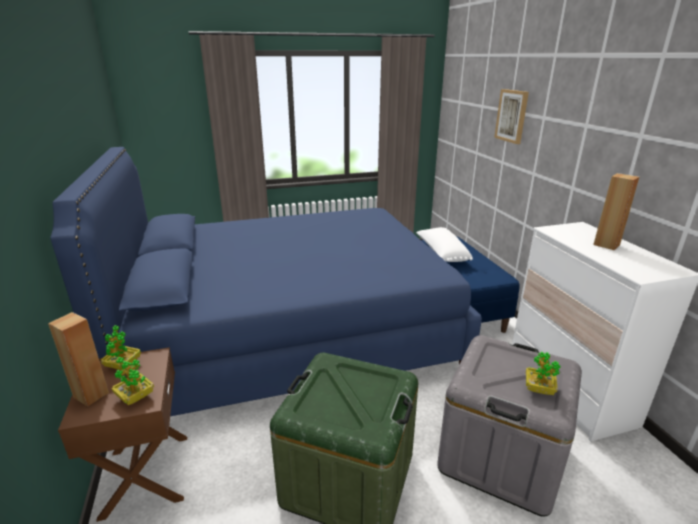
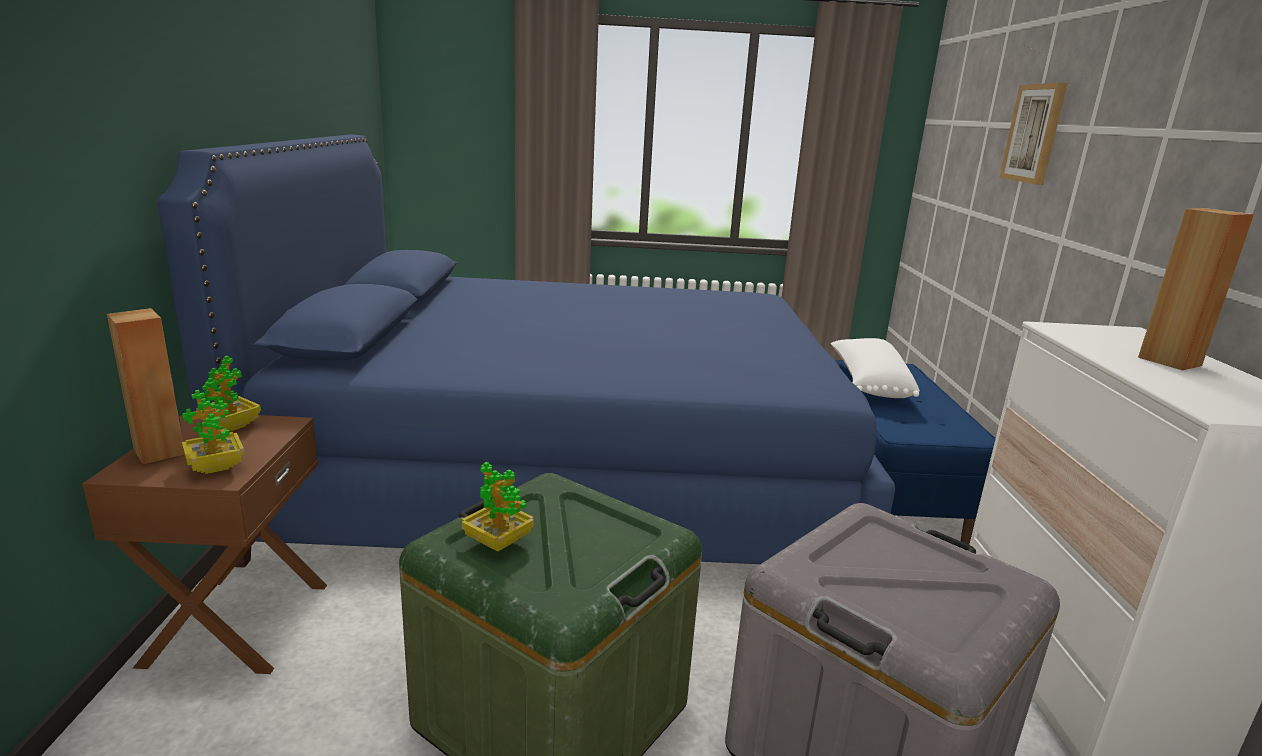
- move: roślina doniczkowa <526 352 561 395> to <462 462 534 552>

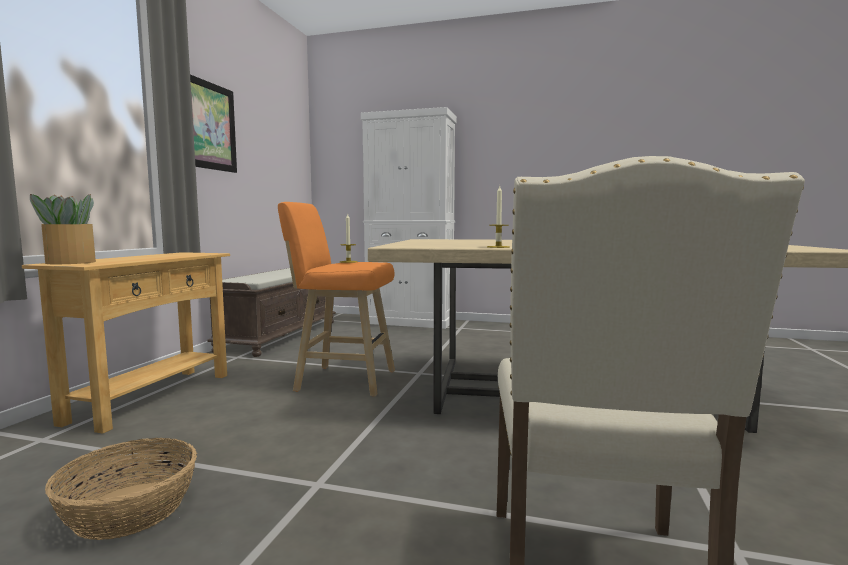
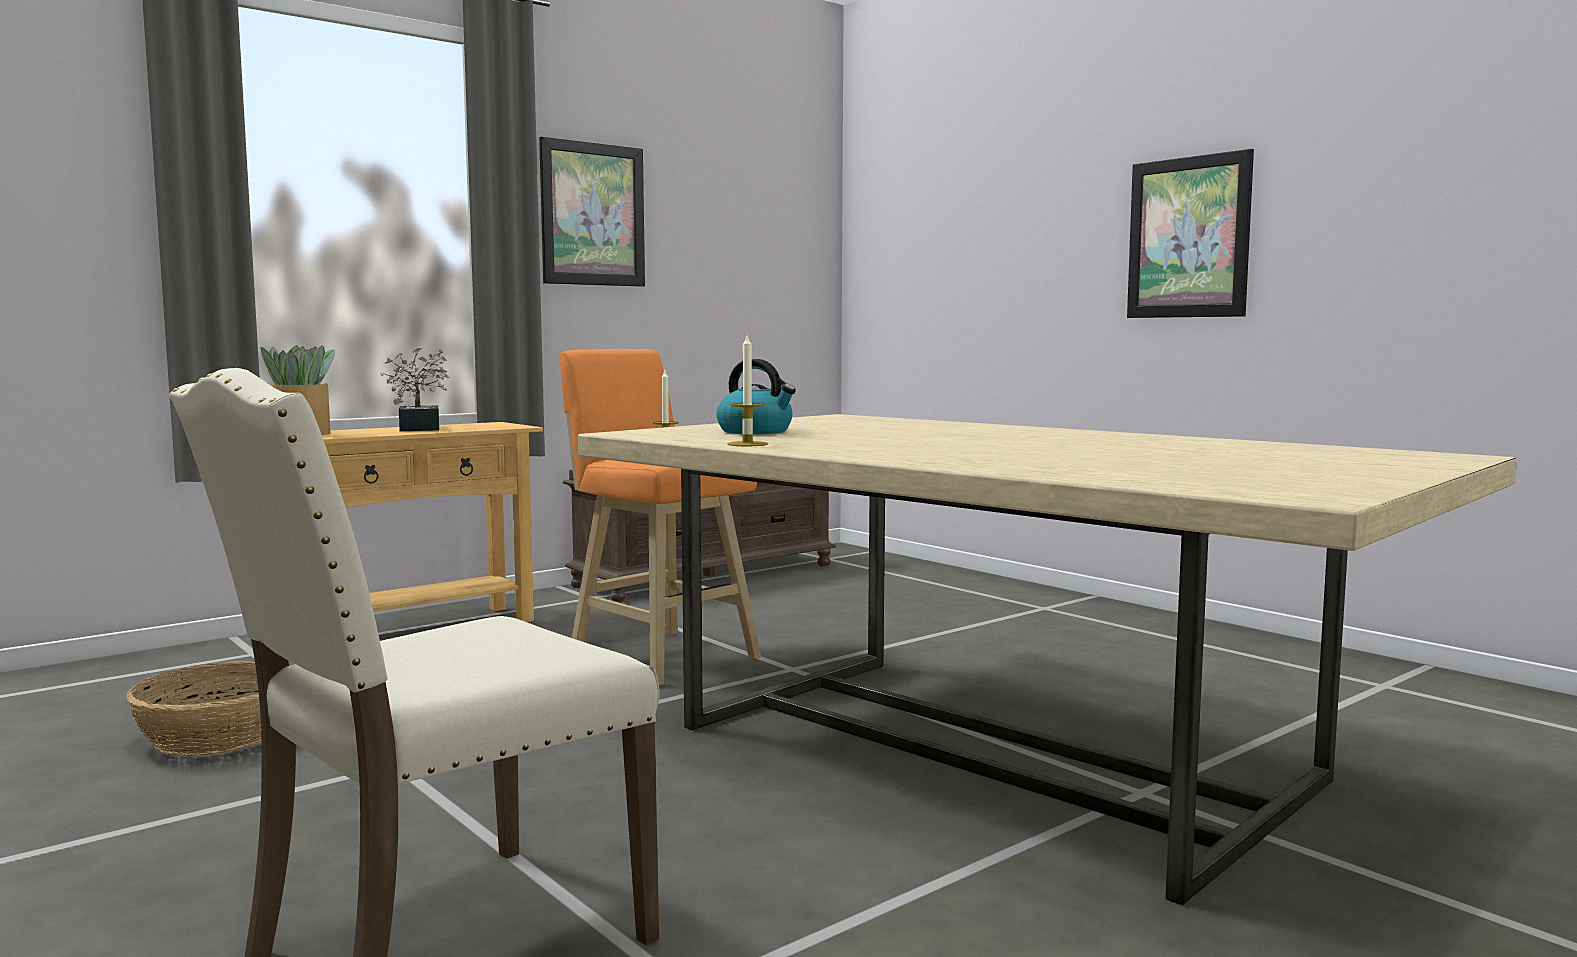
- delete: szafka [biały] <361 107 457 329>
- insert: roślina doniczkowa <381 346 450 431>
- insert: czajnik <716 359 796 434>
- insert: obraz <1127 149 1254 318>

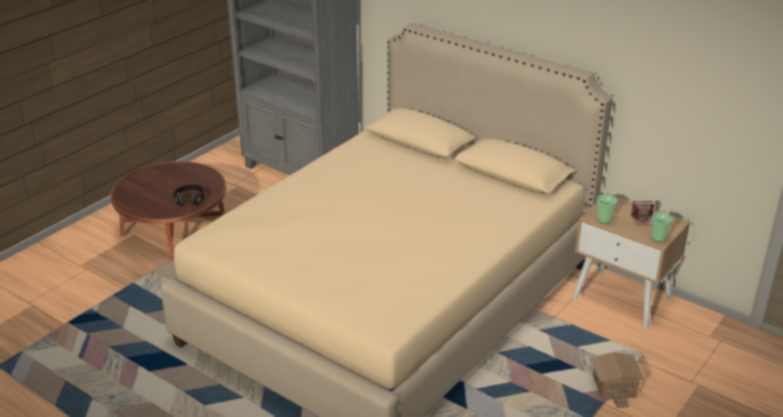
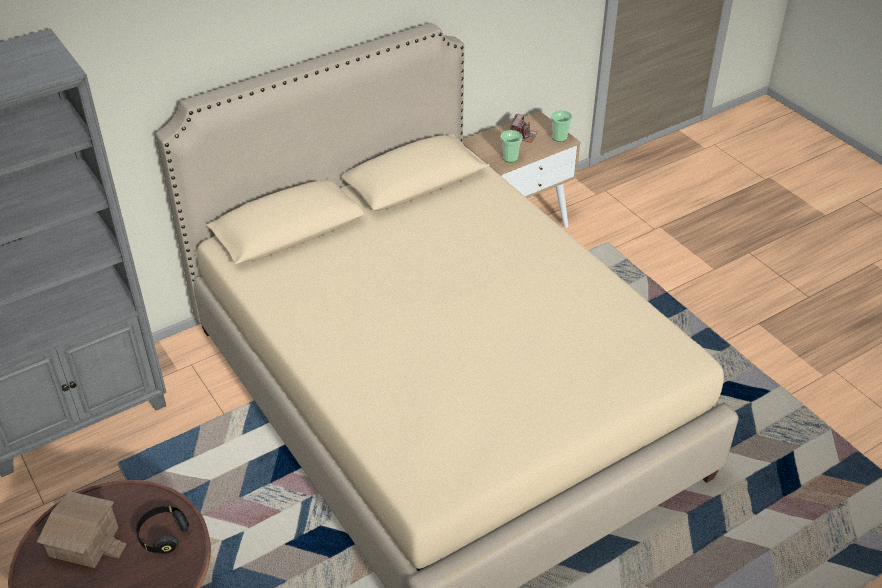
- move: domek <591 352 644 408> to <37 491 127 568>

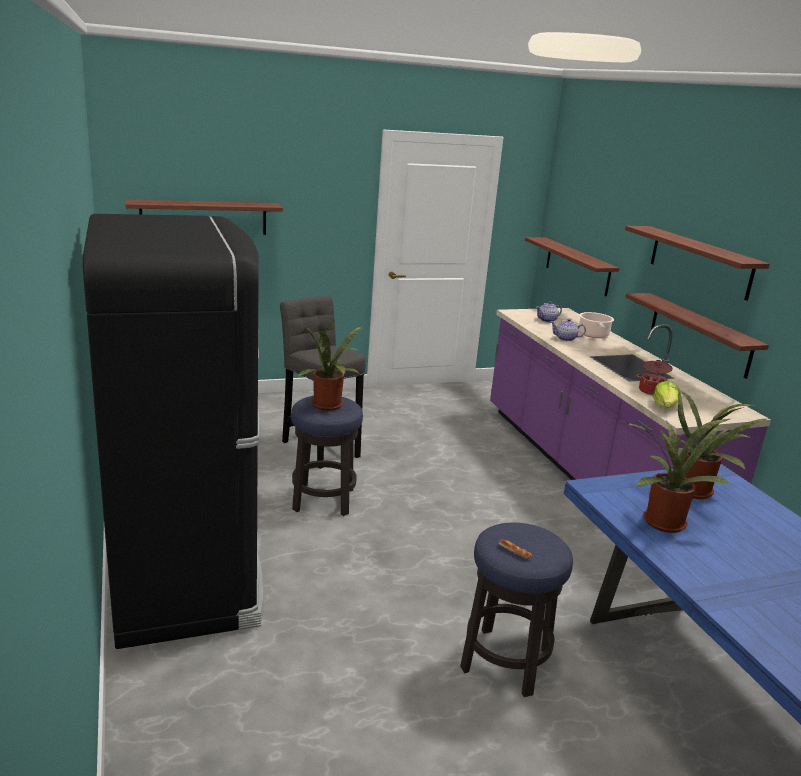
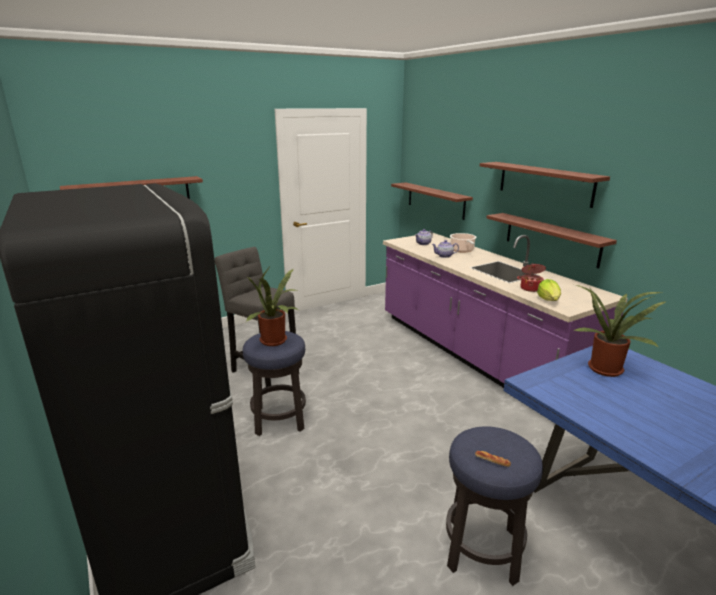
- delete: roślina doniczkowa <624 419 733 533>

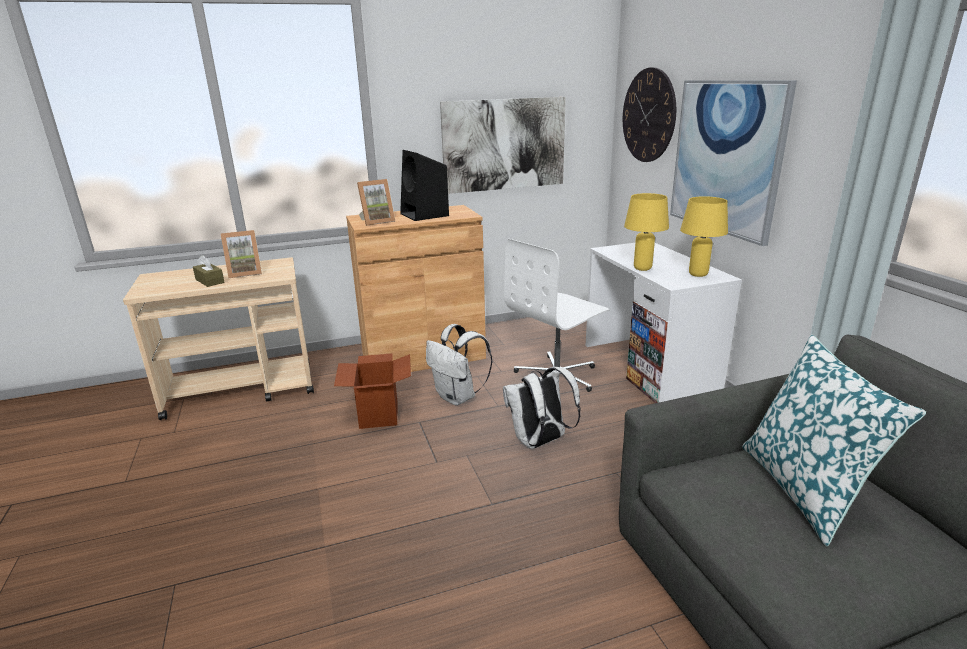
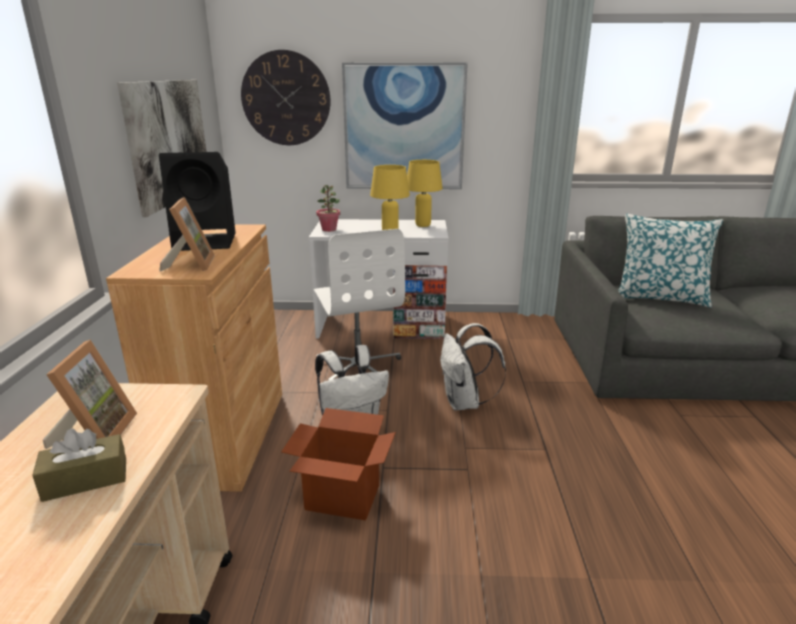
- insert: roślina doniczkowa <316 185 340 232>

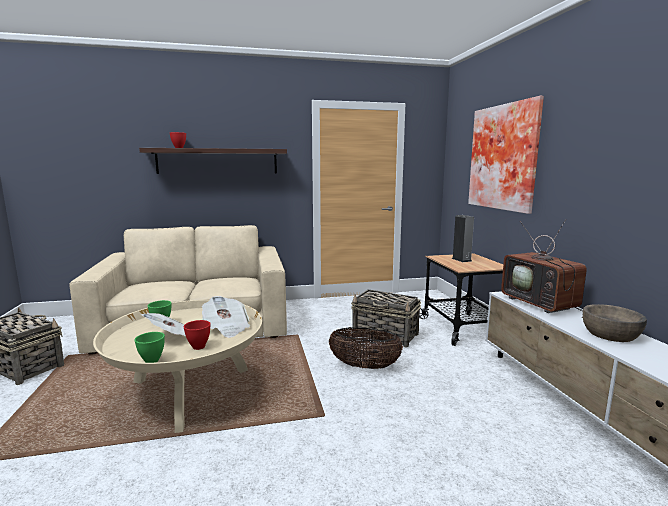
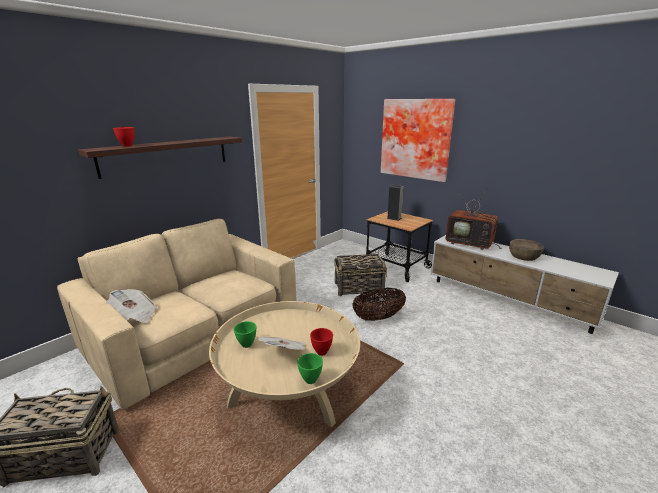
- move: gazeta <202 296 250 338> to <106 289 157 323>

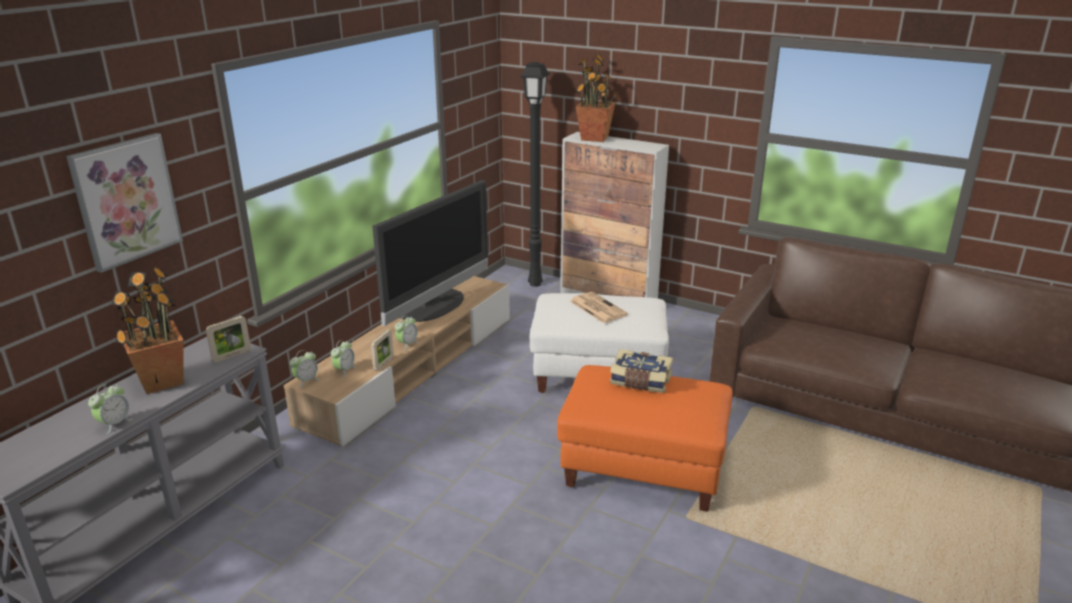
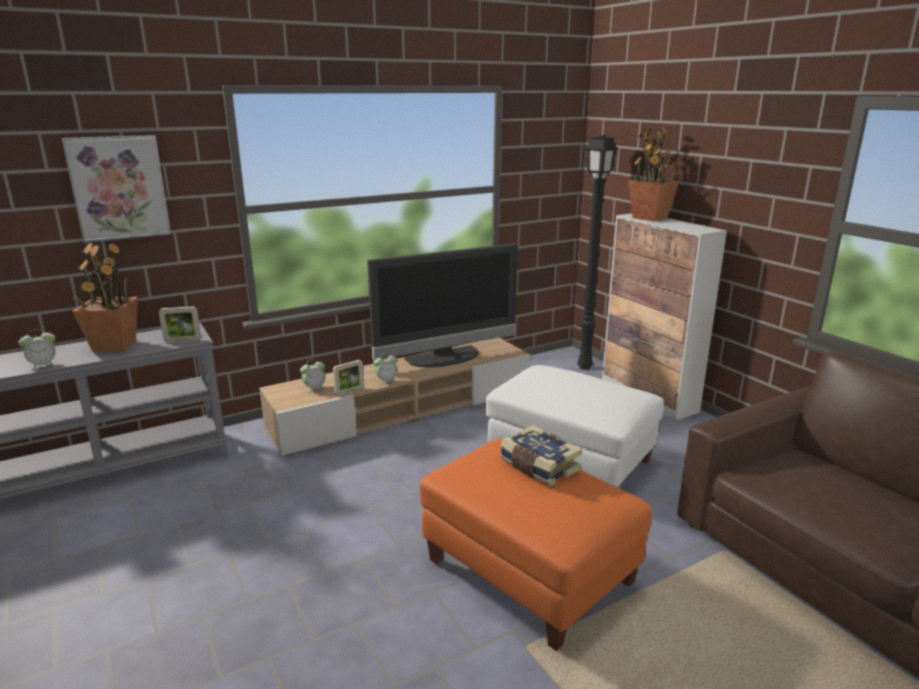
- delete: budzik <290 350 319 388>
- delete: gazeta <570 292 628 323>

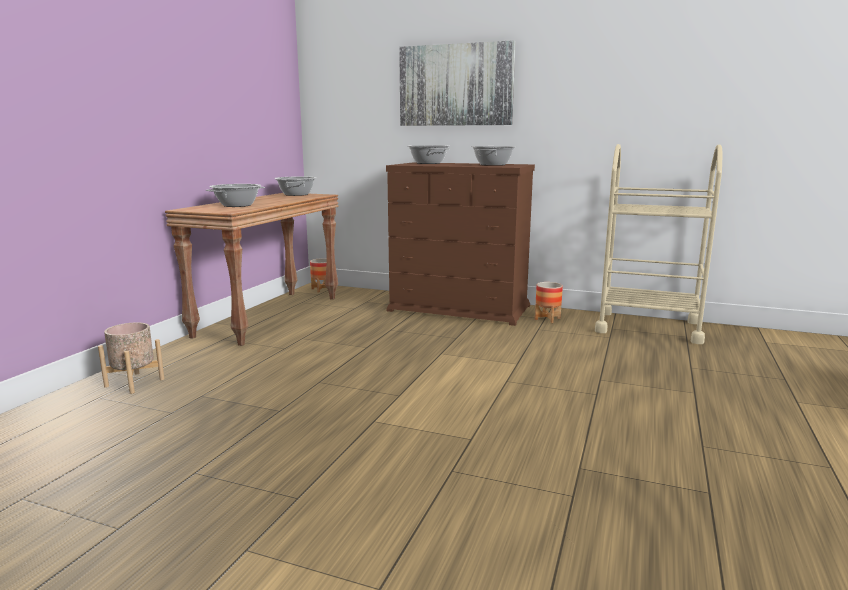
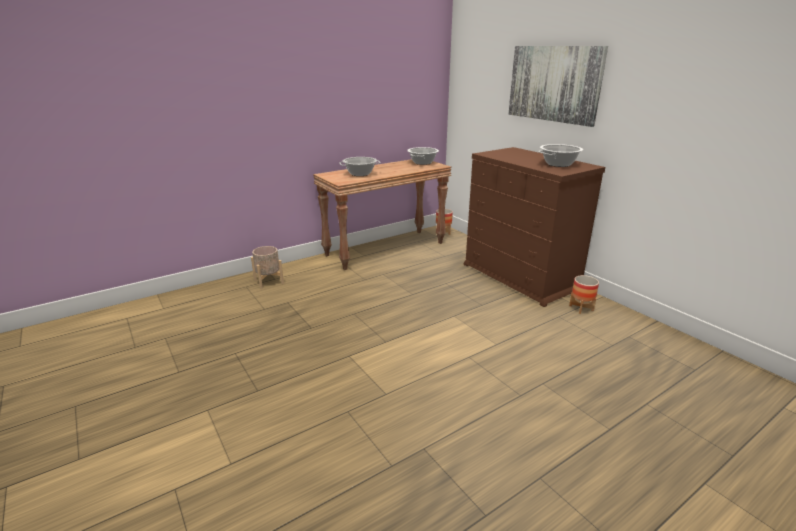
- delete: garnek <408 145 449 164>
- delete: wózek [beżowy] <595 144 723 344>

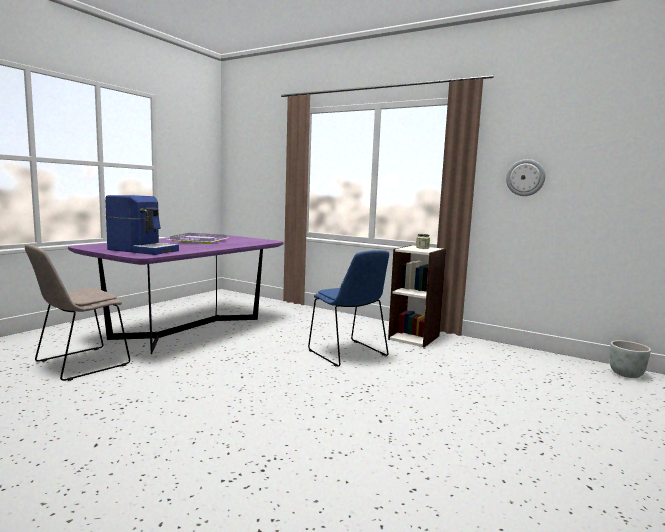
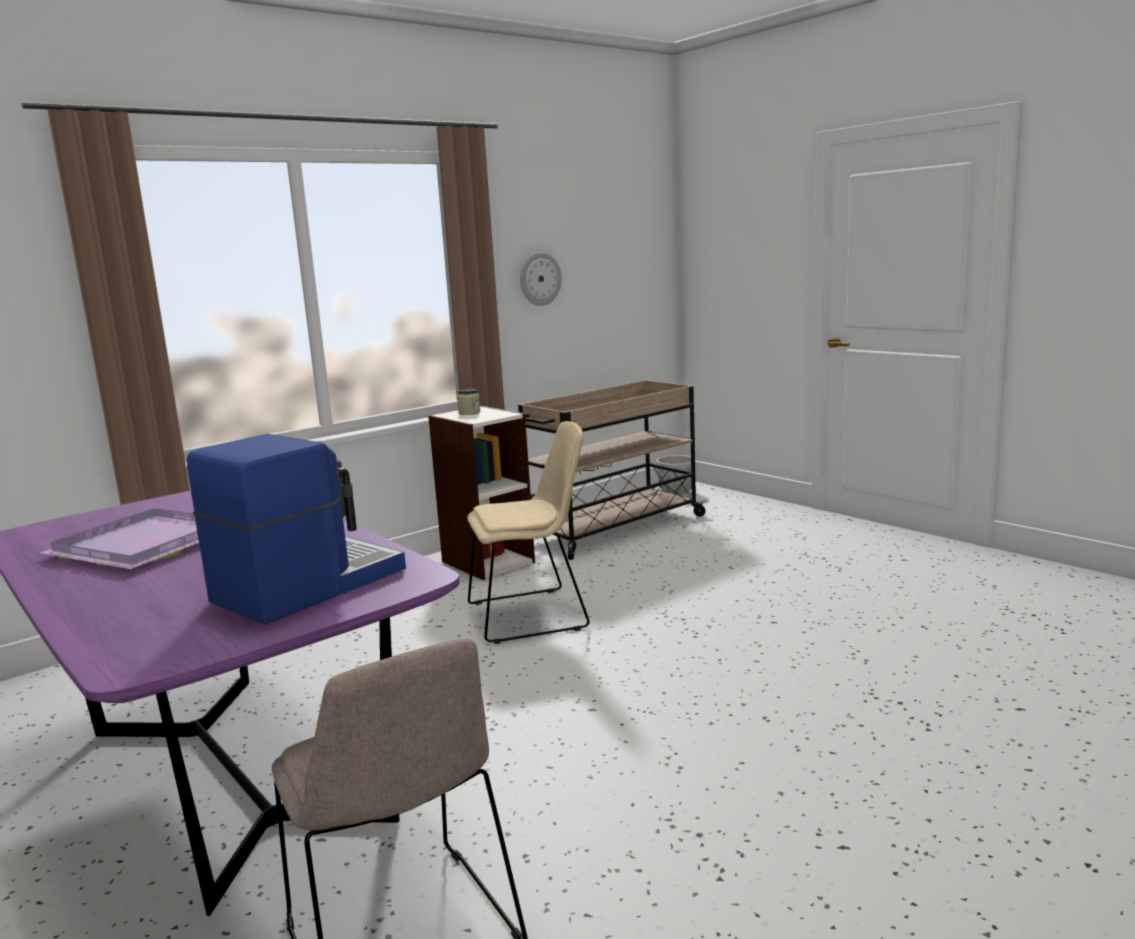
- recolor: krzesło [niebieski] <308 250 389 367> to krzesło [beżowy] <467 421 589 644>
- insert: wózek [beżowy] <518 380 707 560>

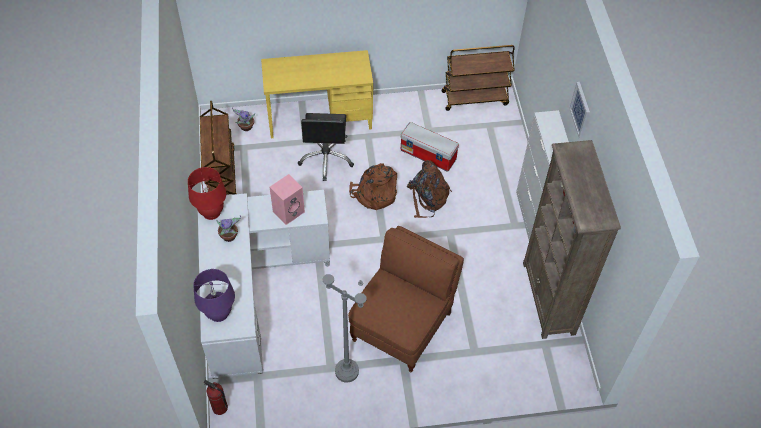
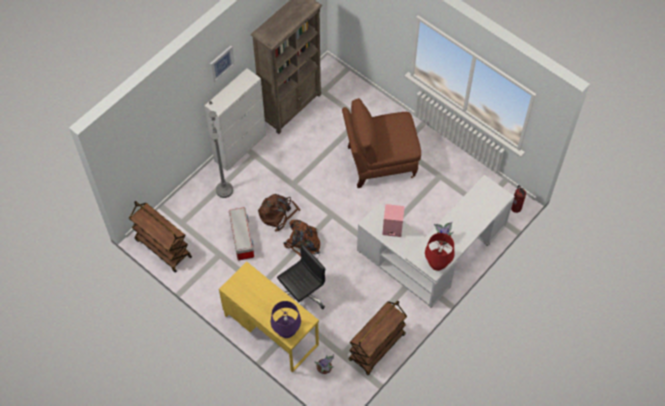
- move: lampa stołowa [fioletowy] <193 269 235 322> to <271 301 301 338>
- move: lampa stojąca [szary] <323 261 367 383> to <209 101 233 198>

